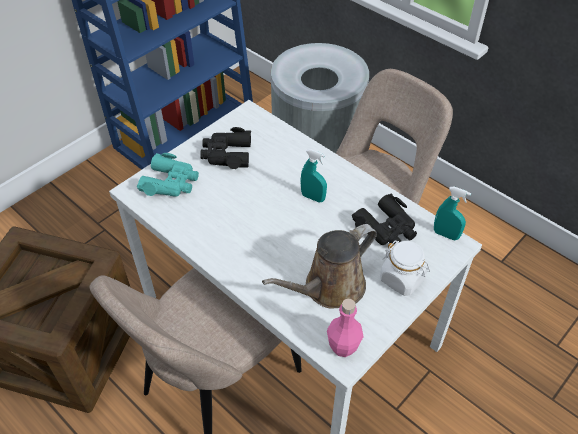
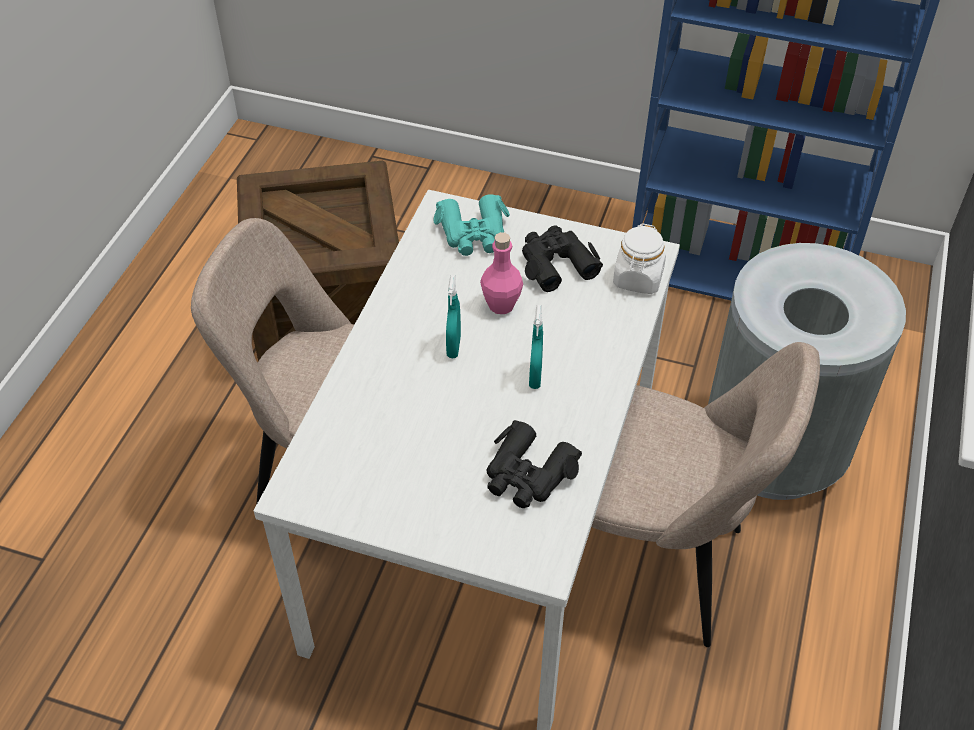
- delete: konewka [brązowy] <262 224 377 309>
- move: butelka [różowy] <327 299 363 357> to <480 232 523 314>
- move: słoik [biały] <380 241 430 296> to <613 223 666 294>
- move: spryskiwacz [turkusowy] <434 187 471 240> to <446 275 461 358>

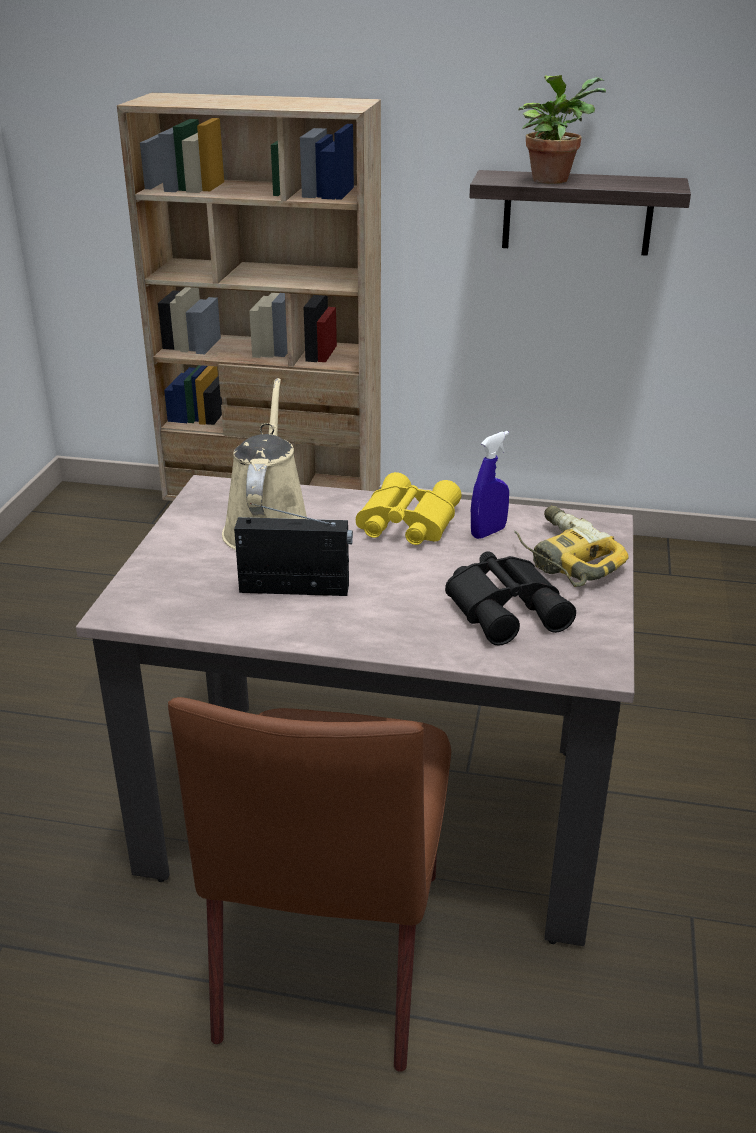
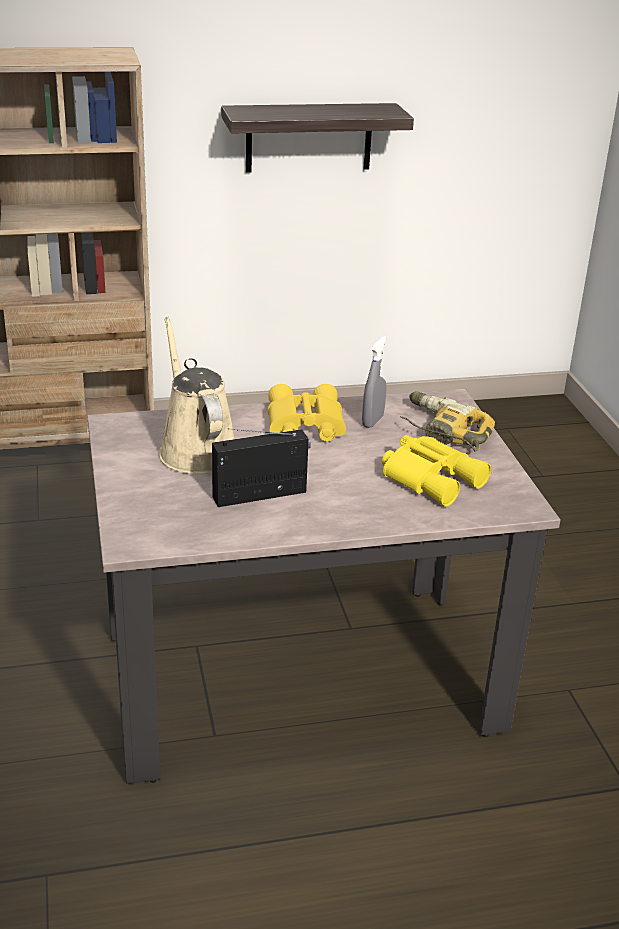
- delete: krzesło [brązowy] <168 697 451 1072>
- recolor: lornetka [czarny] <445 551 576 646> to lornetka [żółty] <382 435 491 507>
- recolor: spryskiwacz [niebieski] <471 431 509 539> to spryskiwacz [szary] <362 336 387 428>
- delete: roślina doniczkowa <518 75 606 184>

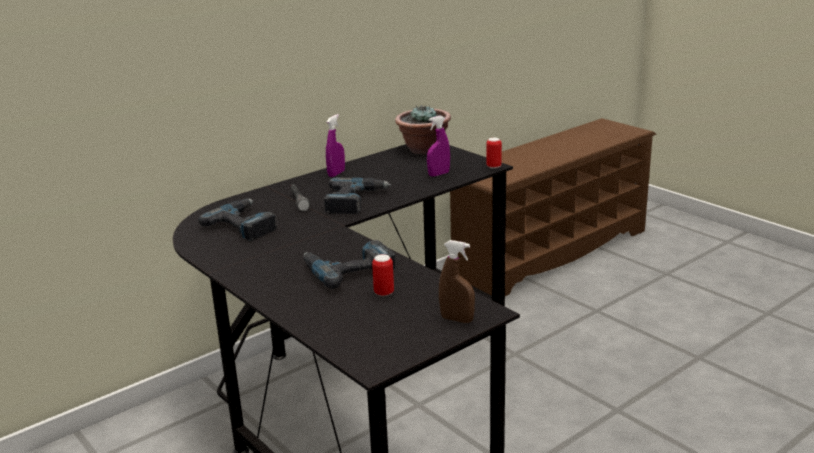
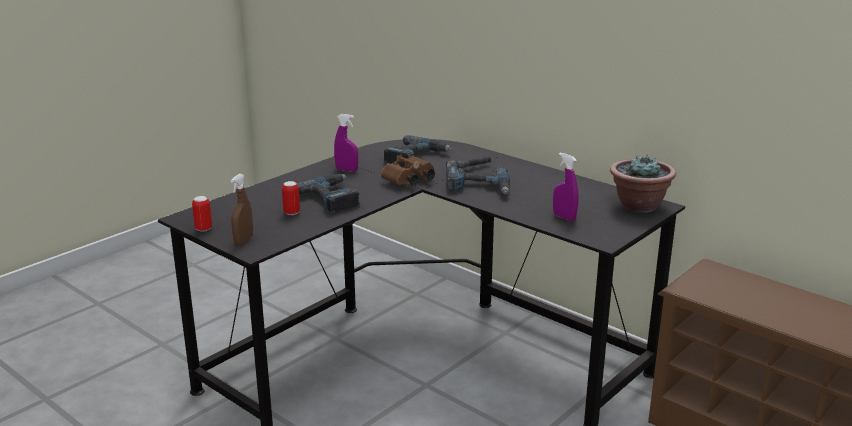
- move: spryskiwacz [fioletowy] <326 114 345 177> to <334 114 358 172>
- move: puszka <486 138 502 169> to <192 196 212 231>
- insert: lornetka [brązowy] <381 154 435 186>

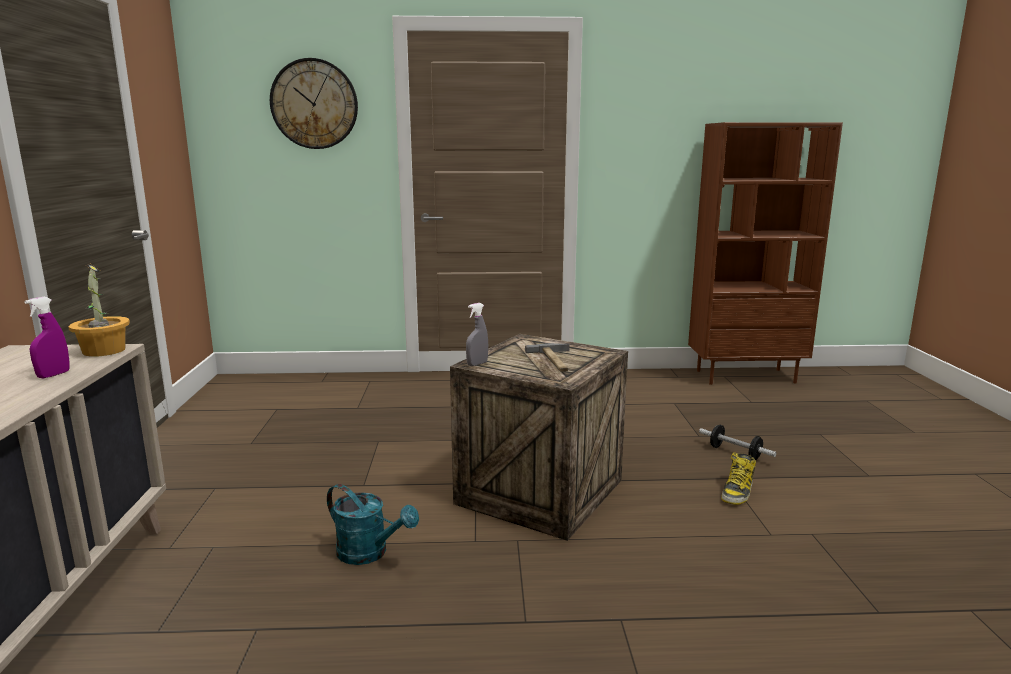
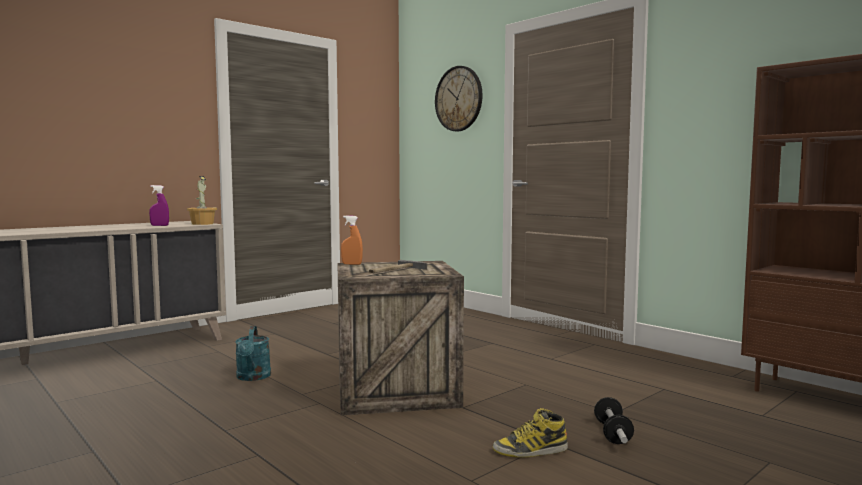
- recolor: spryskiwacz [szary] <466 303 488 366> to spryskiwacz [pomarańczowy] <341 215 363 265>

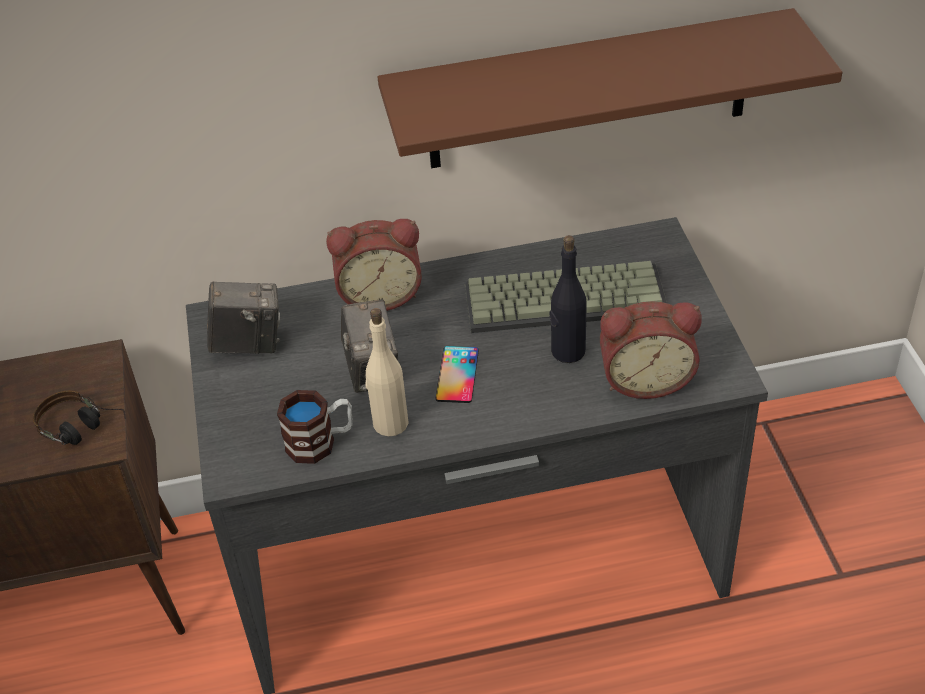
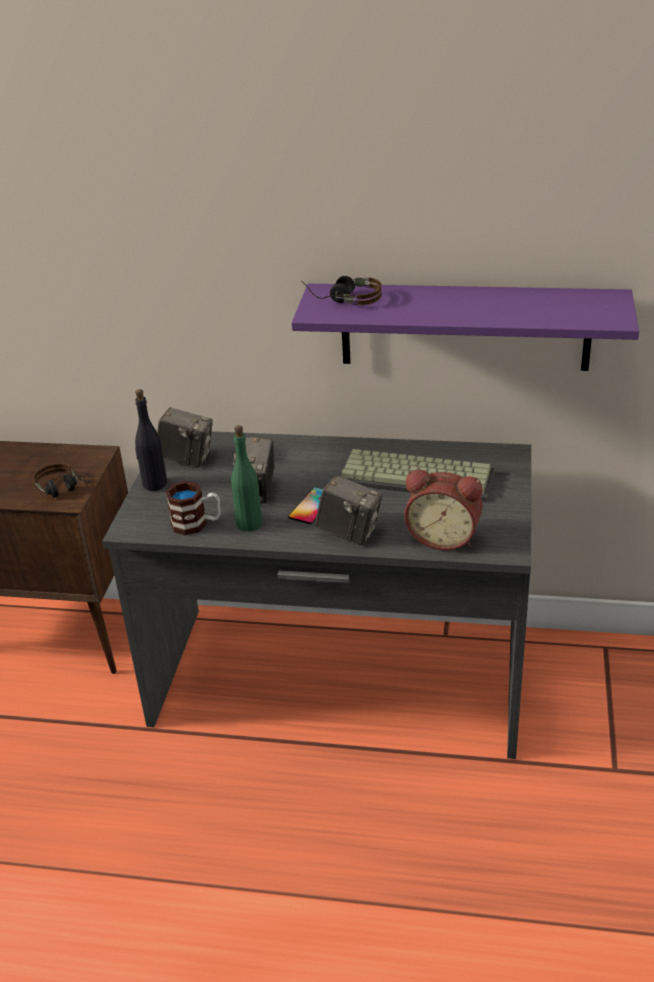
- delete: budzik <326 219 422 311>
- recolor: butelka [beżowy] <366 308 409 436> to butelka [zielony] <231 425 262 532>
- recolor: półka [brązowy] <378 8 842 168> to półka [fioletowy] <291 284 639 371>
- move: butelka [czarny] <550 235 587 363> to <135 389 167 491>
- insert: słuchawki <301 276 382 305>
- insert: aparat fotograficzny <315 475 383 545>

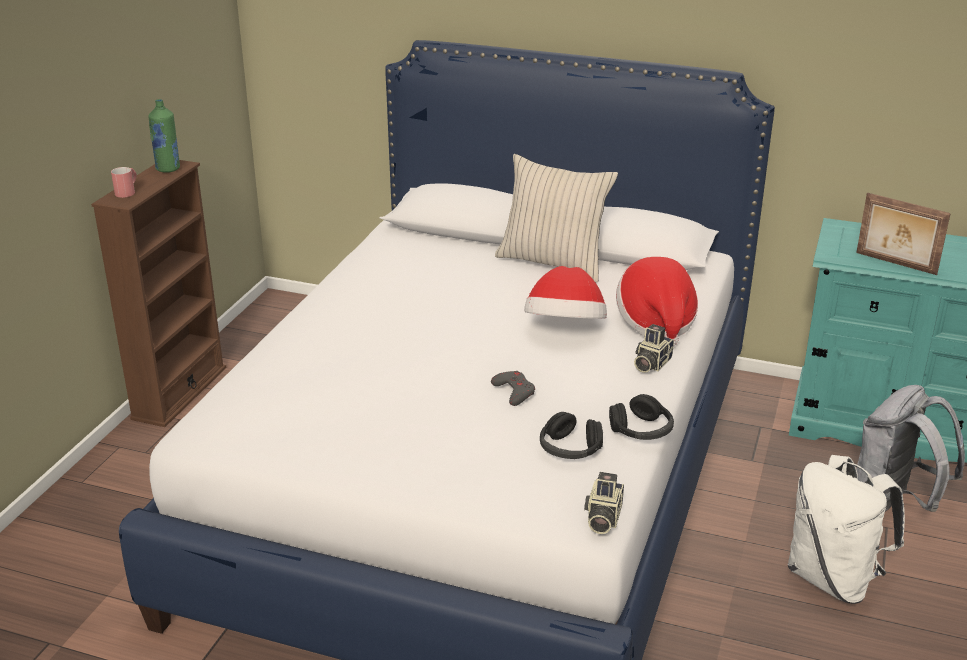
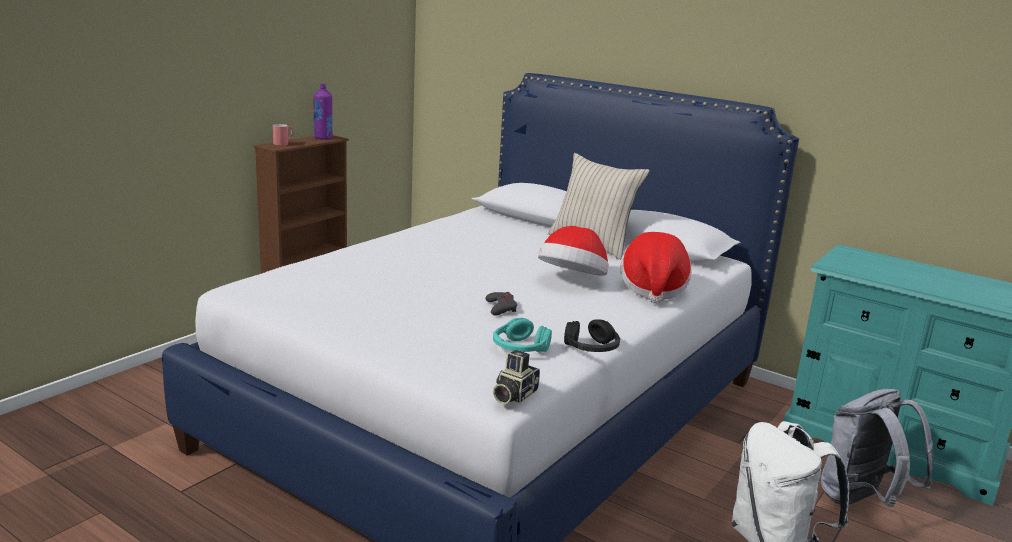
- recolor: butelka [zielony] <148 99 180 173> to butelka [fioletowy] <313 84 332 140>
- recolor: słuchawki [czarny] <540 412 603 459> to słuchawki [turkusowy] <493 318 552 352>
- delete: aparat fotograficzny <634 324 674 373>
- delete: ramka na zdjęcie <856 193 951 275>

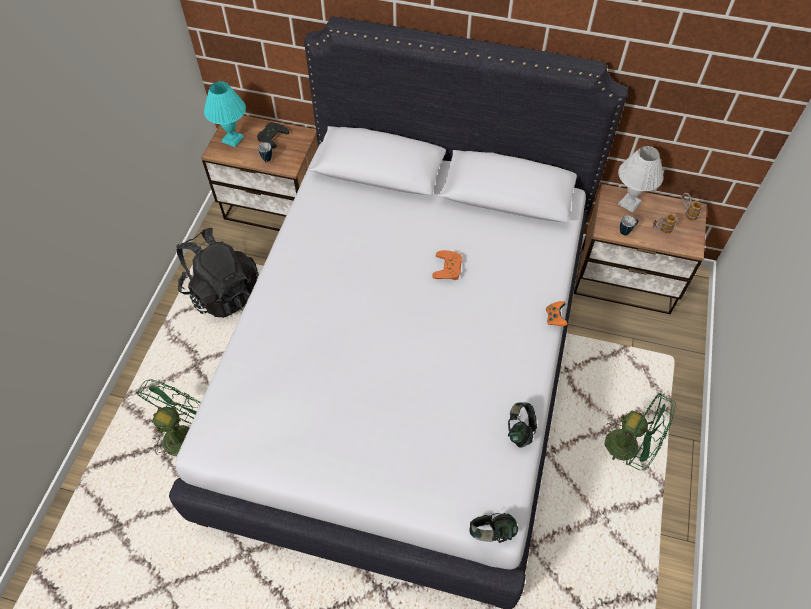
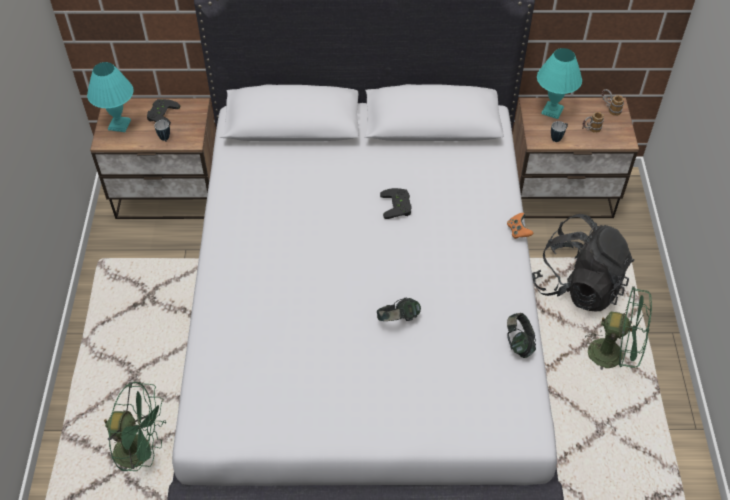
- rotate: wentylator [zielony] <136 379 201 456> = <104 382 166 471> 90 degrees clockwise
- move: plecak [czarny] <176 228 259 318> to <532 214 635 312>
- recolor: pad do gier [pomarańczowy] <432 250 462 280> to pad do gier [czarny] <380 188 411 219>
- move: słuchawki <469 513 518 543> to <377 298 421 321>
- recolor: lampa stołowa [biały] <618 146 663 213> to lampa stołowa [turkusowy] <537 48 582 119>

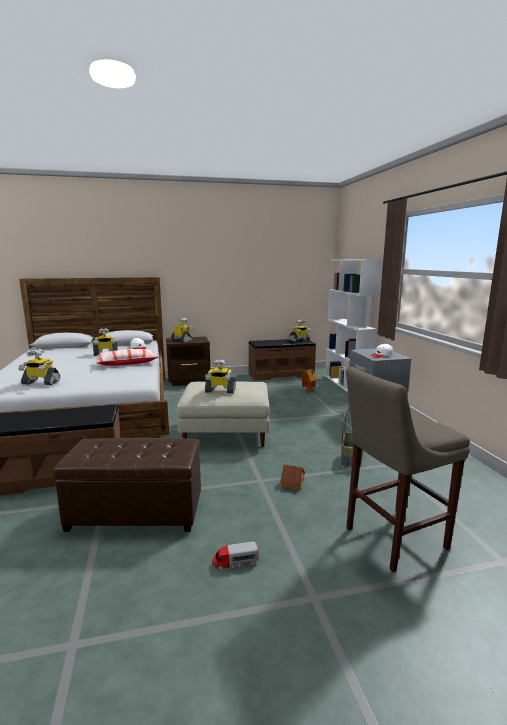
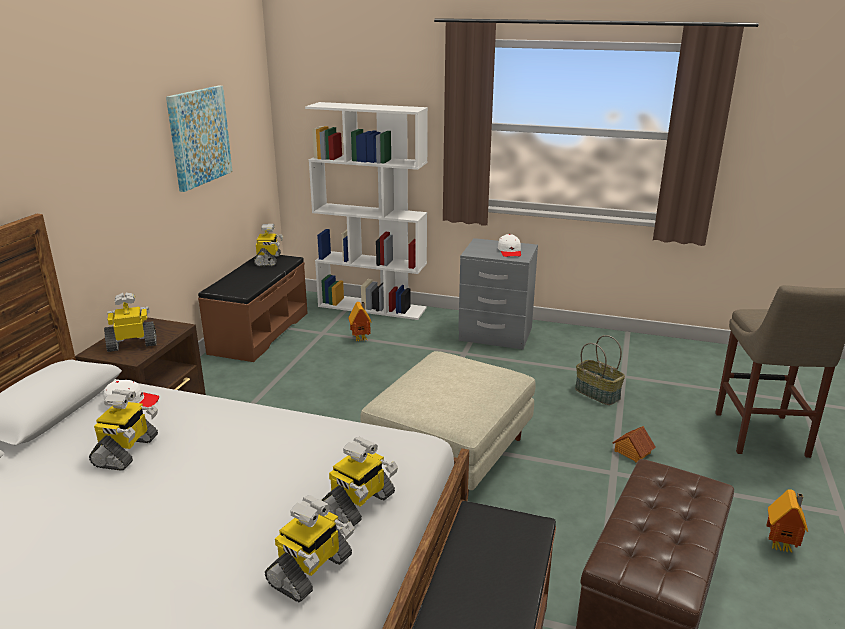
- delete: poduszka <95 349 159 366>
- move: robot zabawkowy <205 359 236 393> to <321 437 398 526>
- replace: ciężarówka zabawkowa <212 542 259 571> to domek <766 490 808 553>
- insert: obraz <166 86 232 192>

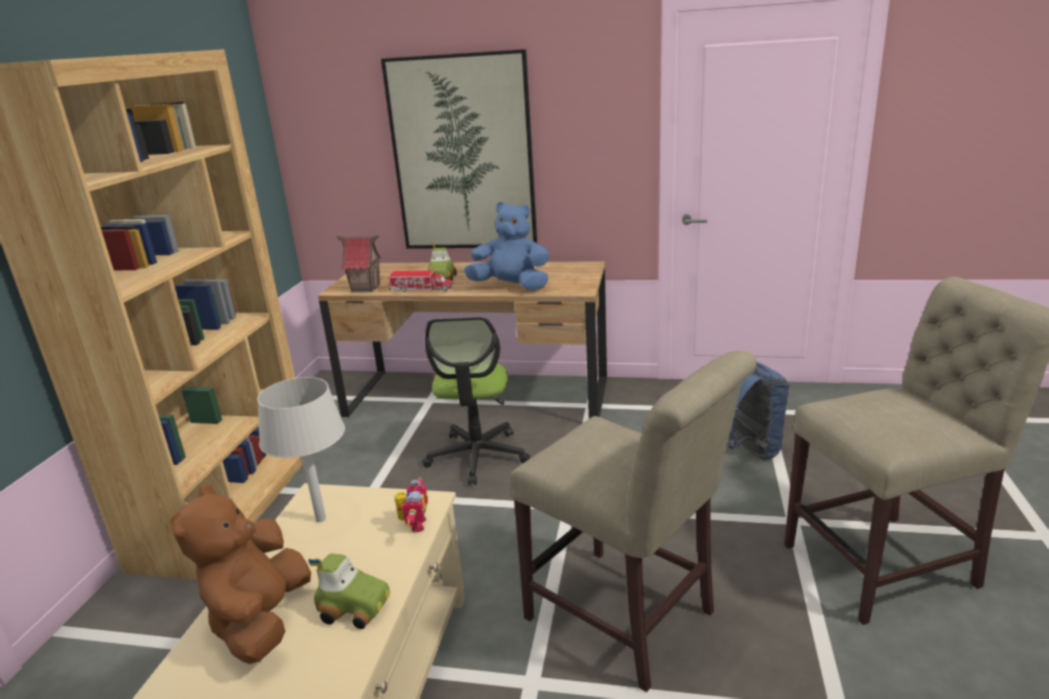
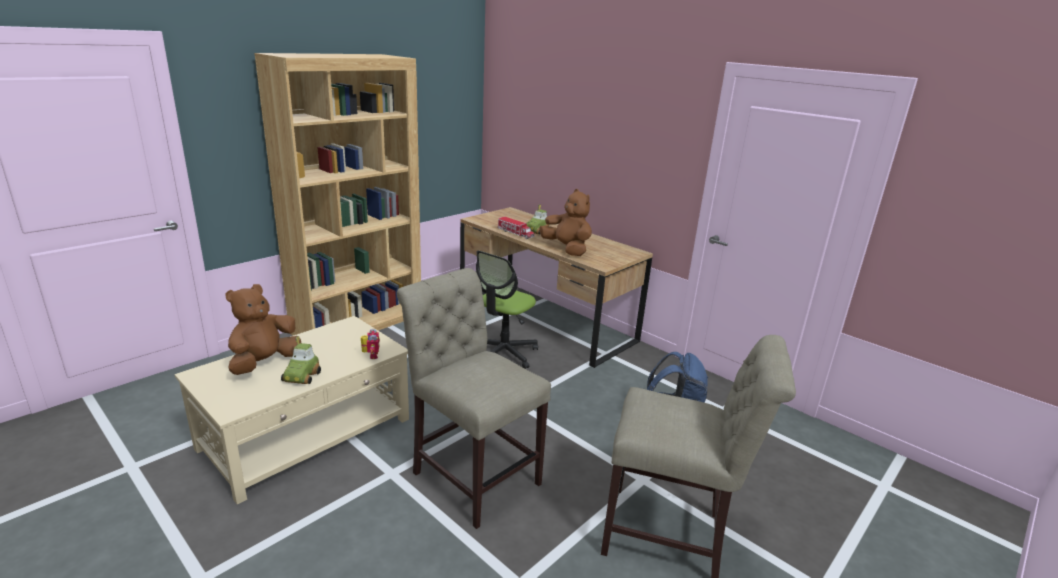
- delete: lampa stołowa [szary] <257 377 345 522>
- rotate: samochodzik <308 554 390 629> = <281 336 321 384> 45 degrees clockwise
- delete: domek <336 235 382 292>
- delete: obraz <381 49 537 249>
- rotate: robot zabawkowy <394 477 428 532> = <361 329 380 359> 45 degrees counterclockwise
- recolor: pluszak [niebieski] <464 202 549 290> to pluszak [brązowy] <539 189 592 256>
- rotate: krzesło [beżowy] <510 351 757 692> = <397 268 551 529> 150 degrees clockwise

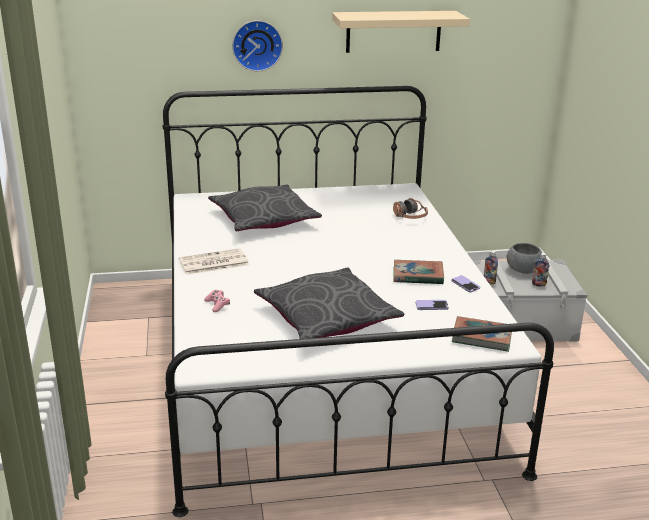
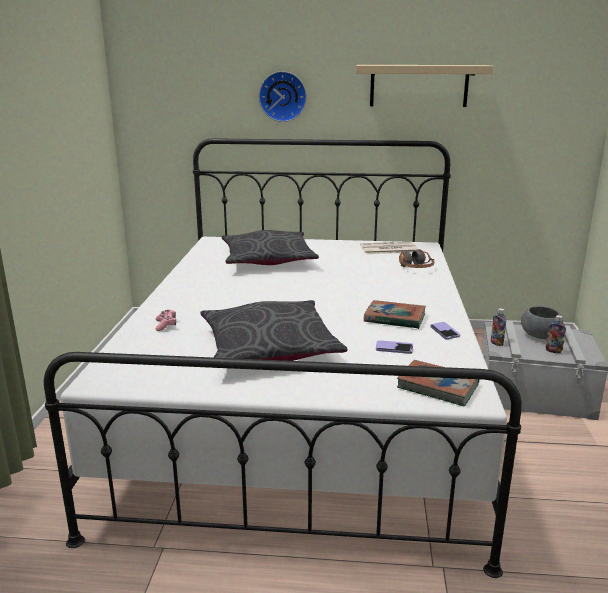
- move: gazeta <179 248 249 275> to <360 242 418 254>

